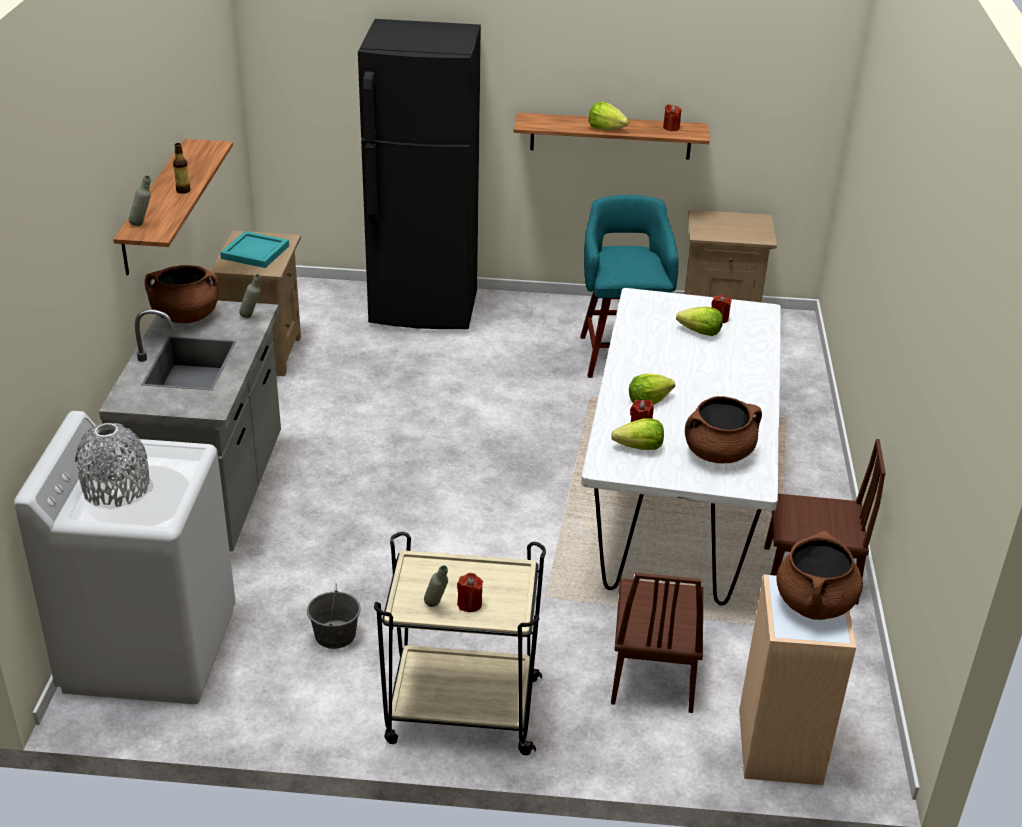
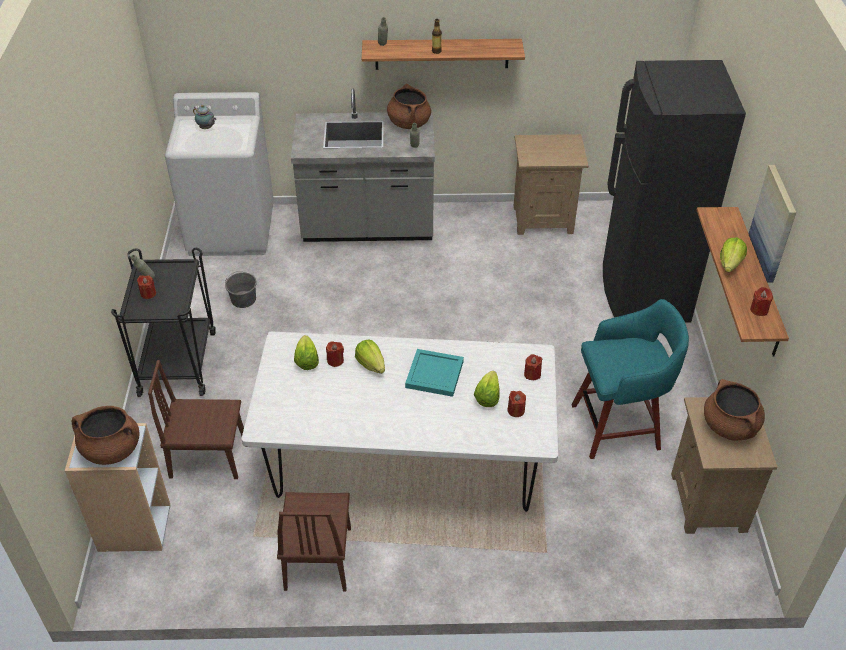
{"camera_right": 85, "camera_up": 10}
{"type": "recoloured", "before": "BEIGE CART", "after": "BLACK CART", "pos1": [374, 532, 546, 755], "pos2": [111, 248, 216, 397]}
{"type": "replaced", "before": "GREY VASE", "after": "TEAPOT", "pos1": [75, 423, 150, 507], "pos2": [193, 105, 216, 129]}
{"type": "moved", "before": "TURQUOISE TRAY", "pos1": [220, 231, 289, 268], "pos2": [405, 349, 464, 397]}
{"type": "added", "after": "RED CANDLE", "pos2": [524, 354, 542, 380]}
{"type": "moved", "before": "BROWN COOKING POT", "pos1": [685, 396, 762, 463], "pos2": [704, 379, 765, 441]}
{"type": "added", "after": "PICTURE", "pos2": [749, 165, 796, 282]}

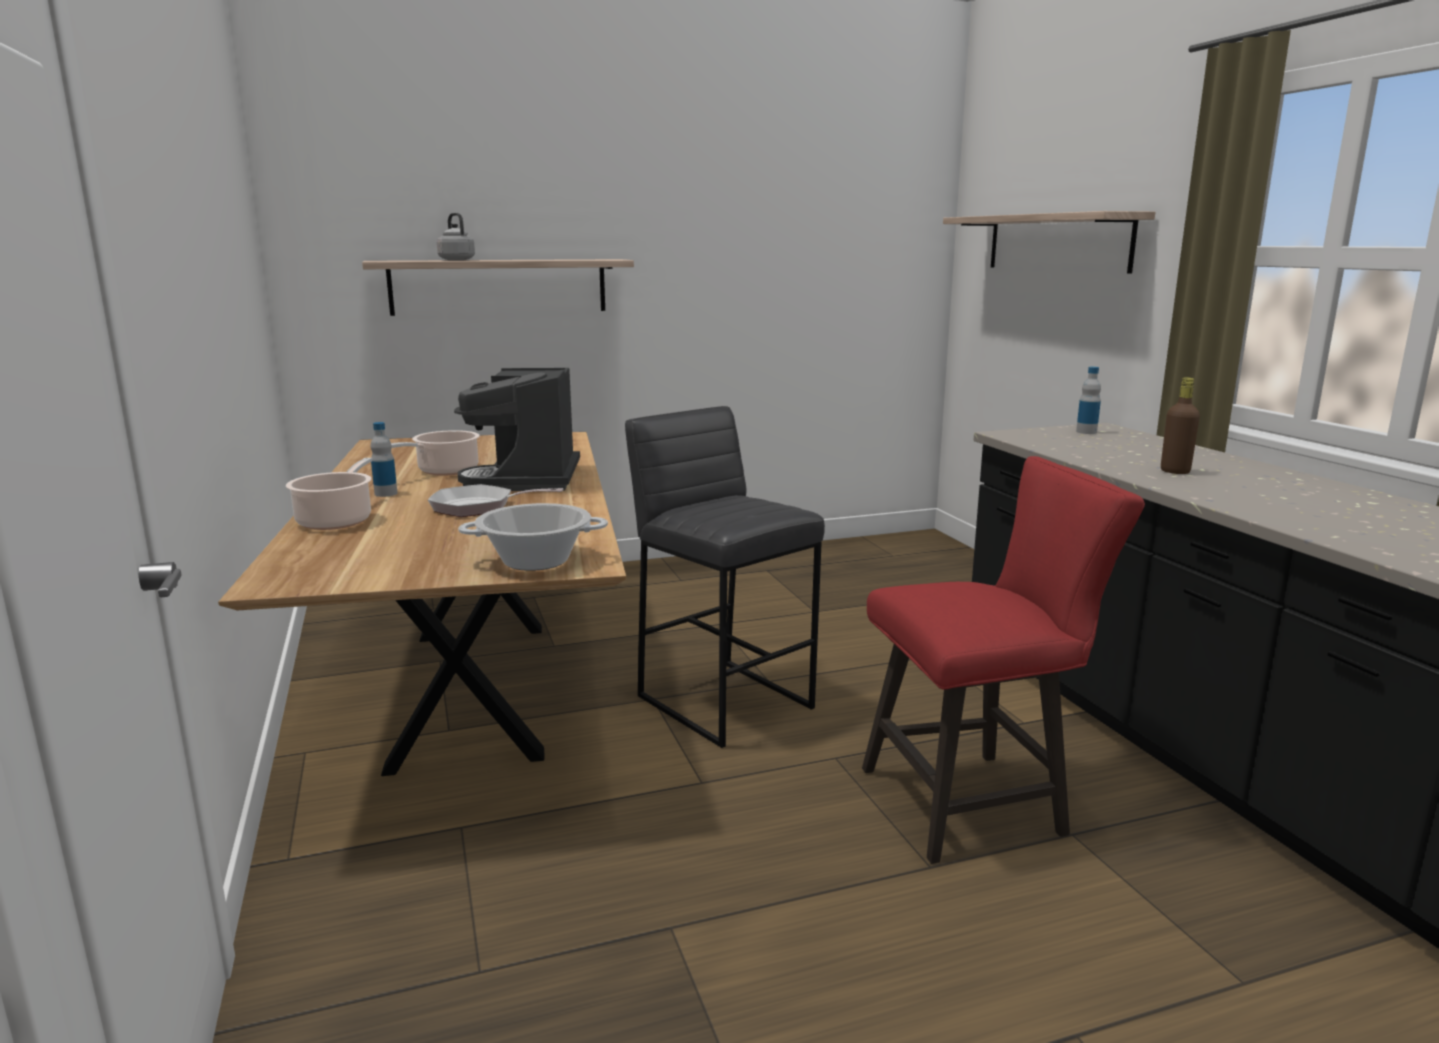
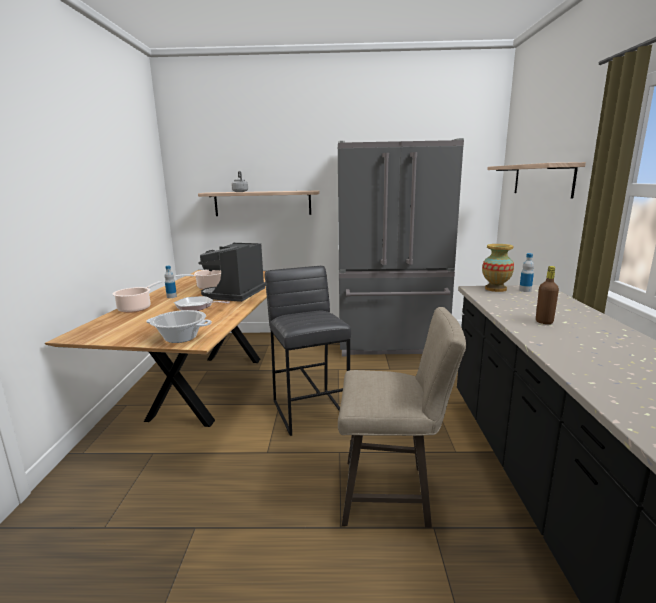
{"camera_right": 20, "camera_up": 0}
{"type": "added", "after": "GREY FRIDGE", "pos2": [338, 138, 464, 356]}
{"type": "recoloured", "before": "RED STOOL", "after": "BEIGE STOOL", "pos1": [862, 456, 1145, 864], "pos2": [338, 307, 466, 528]}
{"type": "added", "after": "VASE", "pos2": [482, 244, 514, 292]}

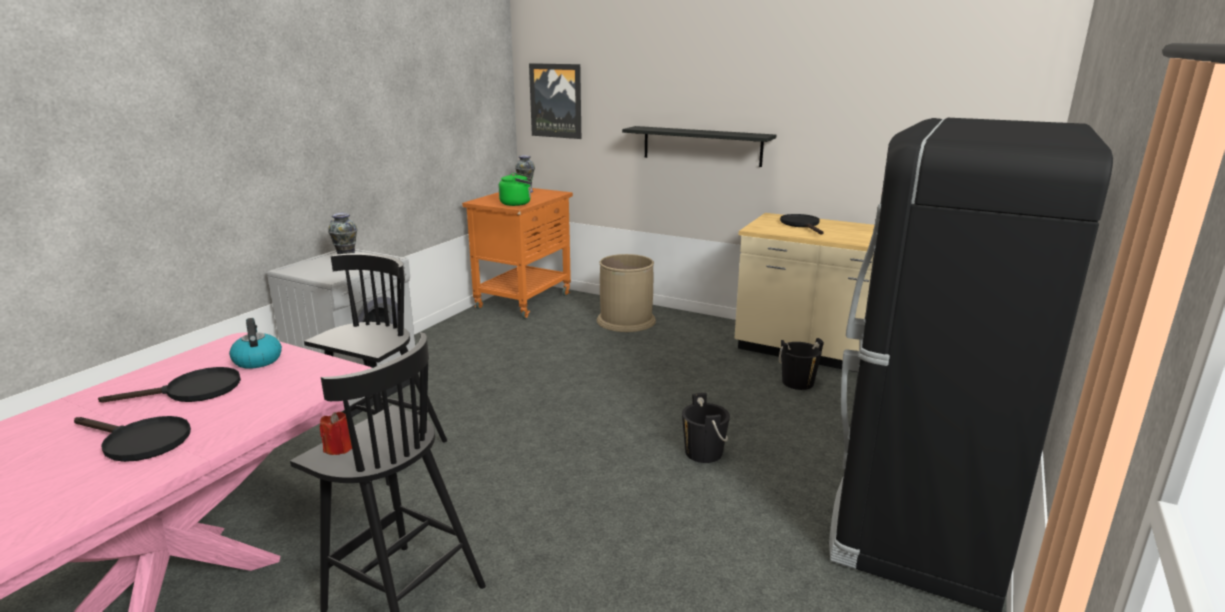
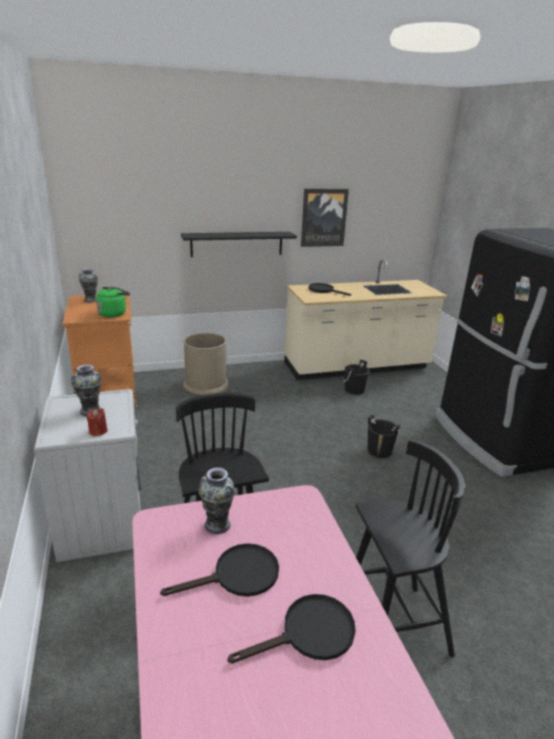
{"camera_right": -45, "camera_up": 5}
{"type": "moved", "before": "RED CANDLE", "pos1": [320, 412, 352, 455], "pos2": [87, 408, 108, 436]}
{"type": "turned", "before": "BLACK FRYING PAN", "pos1": [98, 367, 241, 403], "pos2": [160, 543, 279, 597], "turn": 45}
{"type": "replaced", "before": "KETTLE", "after": "VASE", "pos1": [229, 318, 282, 369], "pos2": [198, 468, 236, 534]}
{"type": "moved", "before": "PICTURE", "pos1": [529, 63, 581, 139], "pos2": [301, 189, 349, 247]}

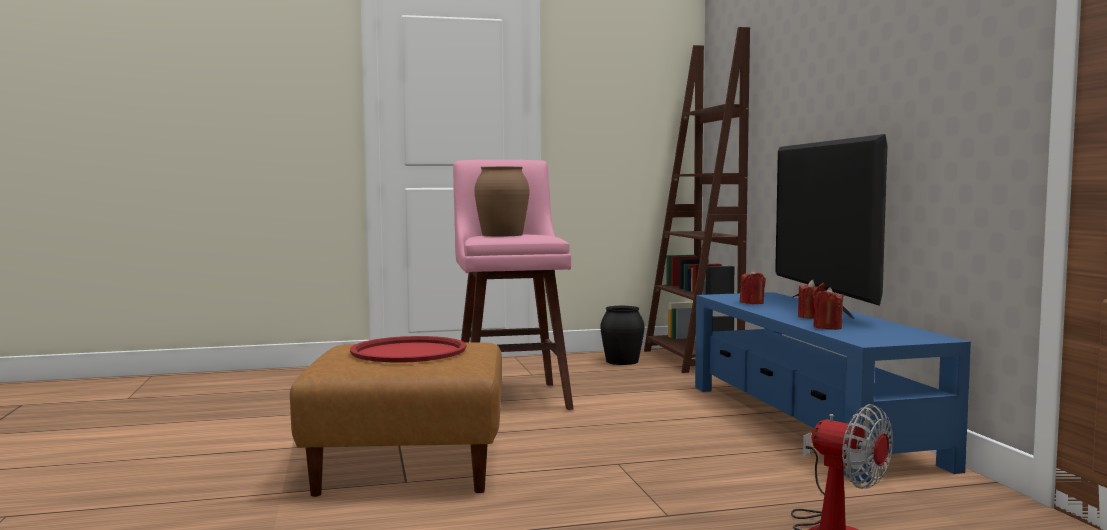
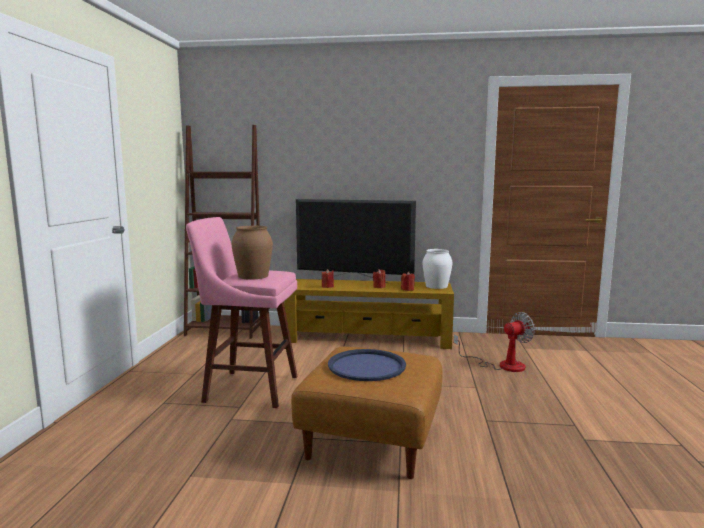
{"camera_right": -70, "camera_up": 5}
{"type": "recoloured", "before": "BLUE TV STAND", "after": "YELLOW TV STAND", "pos1": [695, 292, 971, 483], "pos2": [284, 279, 454, 349]}
{"type": "recoloured", "before": "RED TRAY", "after": "BLUE TRAY", "pos1": [350, 336, 467, 363], "pos2": [328, 349, 406, 381]}
{"type": "added", "after": "WHITE VASE", "pos2": [423, 249, 452, 289]}
{"type": "removed", "before": "BLACK VASE", "pos1": [600, 306, 644, 365]}

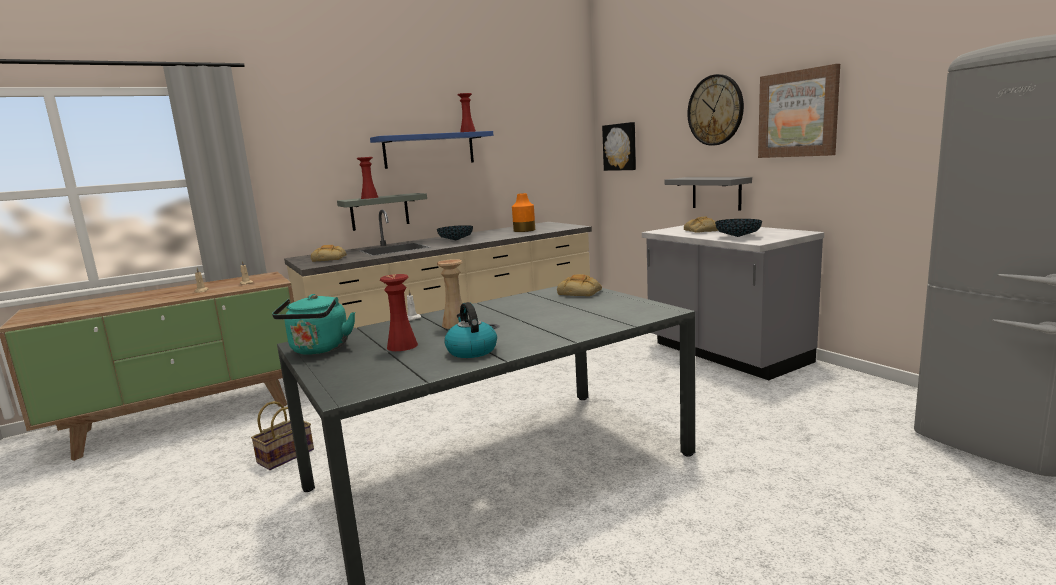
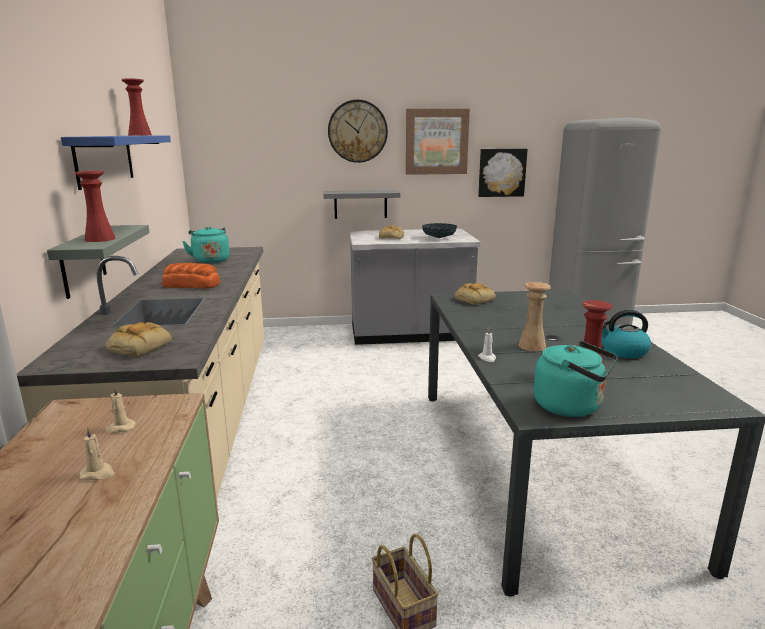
{"camera_right": -65, "camera_up": 5}
{"type": "replaced", "before": "BOWL", "after": "BREAD", "pos1": [437, 225, 473, 240], "pos2": [162, 263, 220, 289]}
{"type": "replaced", "before": "ORANGE VASE", "after": "TURQUOISE KETTLE", "pos1": [512, 193, 535, 232], "pos2": [182, 226, 230, 264]}
{"type": "moved", "before": "PICTURE", "pos1": [602, 122, 636, 171], "pos2": [478, 149, 528, 197]}

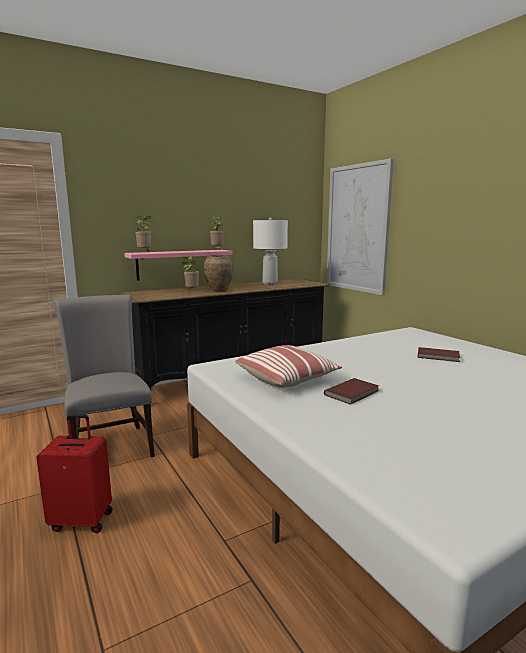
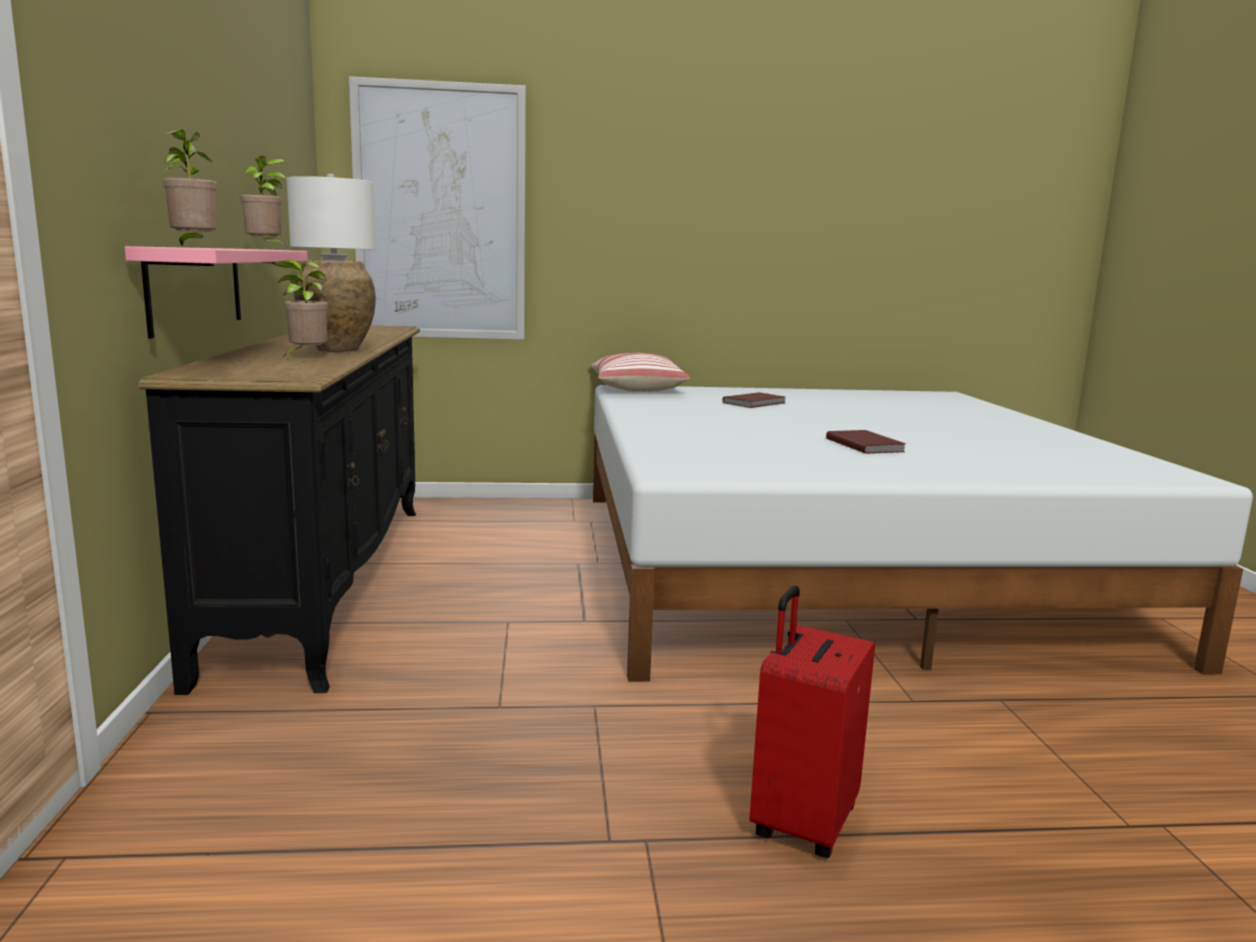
{"camera_right": -65, "camera_up": 0}
{"type": "moved", "before": "PILLOW", "pos1": [235, 345, 342, 388], "pos2": [590, 353, 691, 392]}
{"type": "removed", "before": "GREY CHAIR", "pos1": [52, 294, 155, 457]}

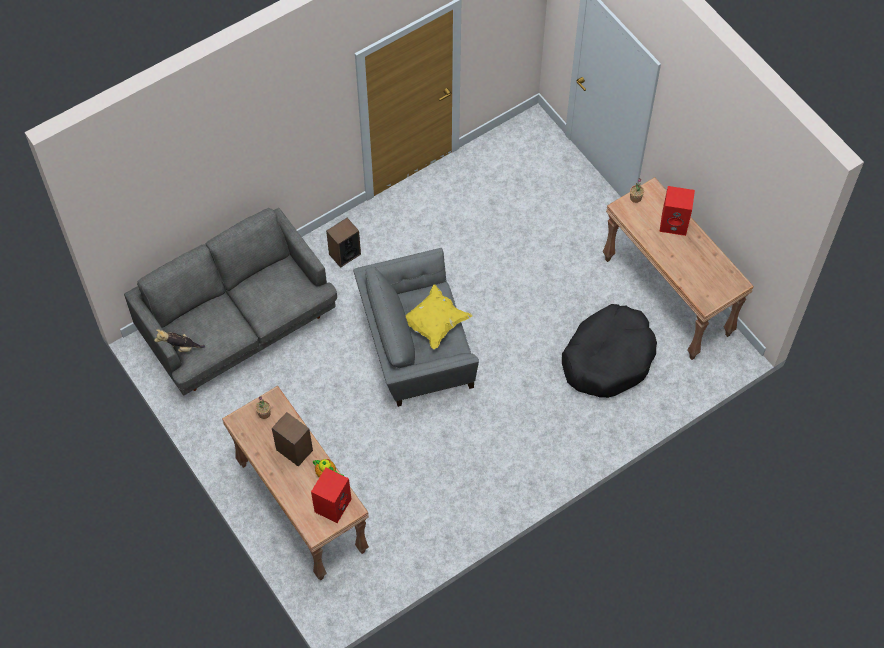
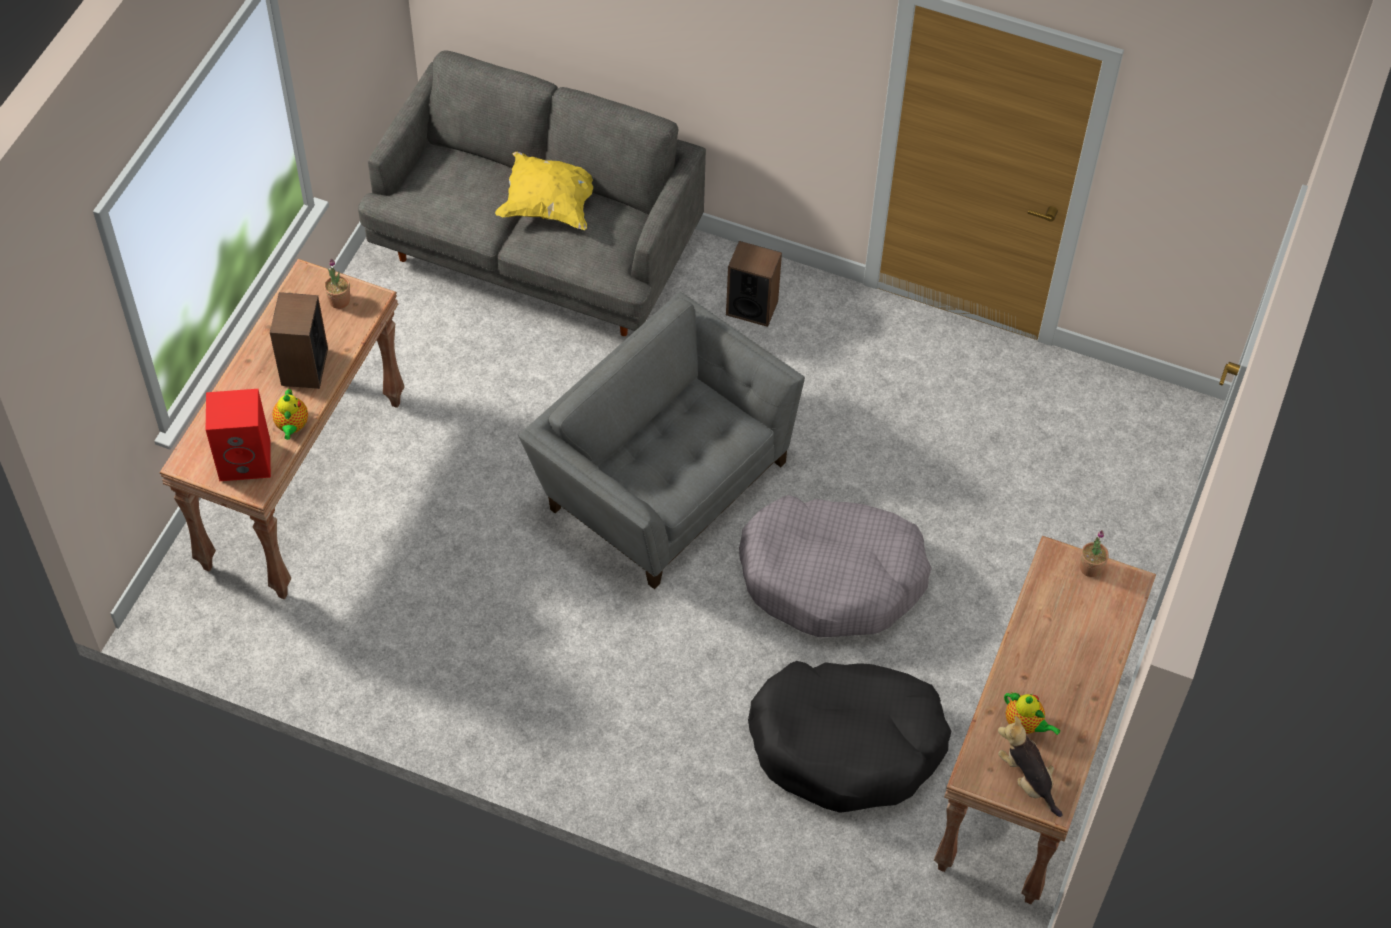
{"camera_right": 55, "camera_up": -5}
{"type": "moved", "before": "YELLOW PILLOW", "pos1": [405, 284, 472, 349], "pos2": [495, 152, 593, 230]}
{"type": "added", "after": "GREY DOG BED", "pos2": [739, 495, 932, 638]}
{"type": "moved", "before": "PLUSH TOY", "pos1": [154, 329, 205, 352], "pos2": [998, 716, 1063, 817]}
{"type": "added", "after": "TEAPOT", "pos2": [1004, 692, 1060, 735]}
{"type": "removed", "before": "RED SPEAKER", "pos1": [659, 186, 695, 236]}

